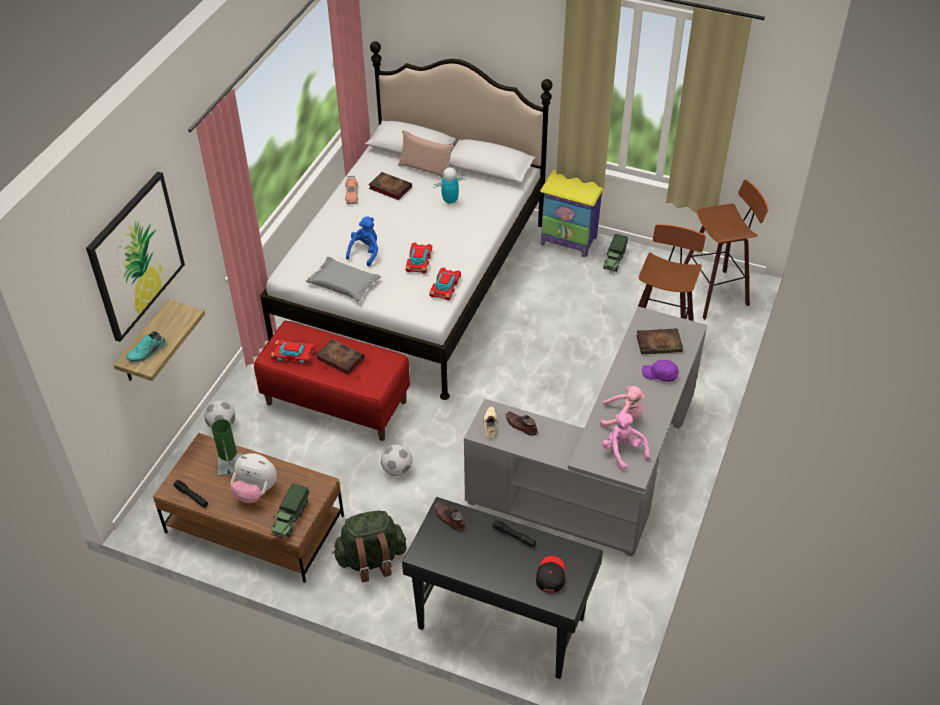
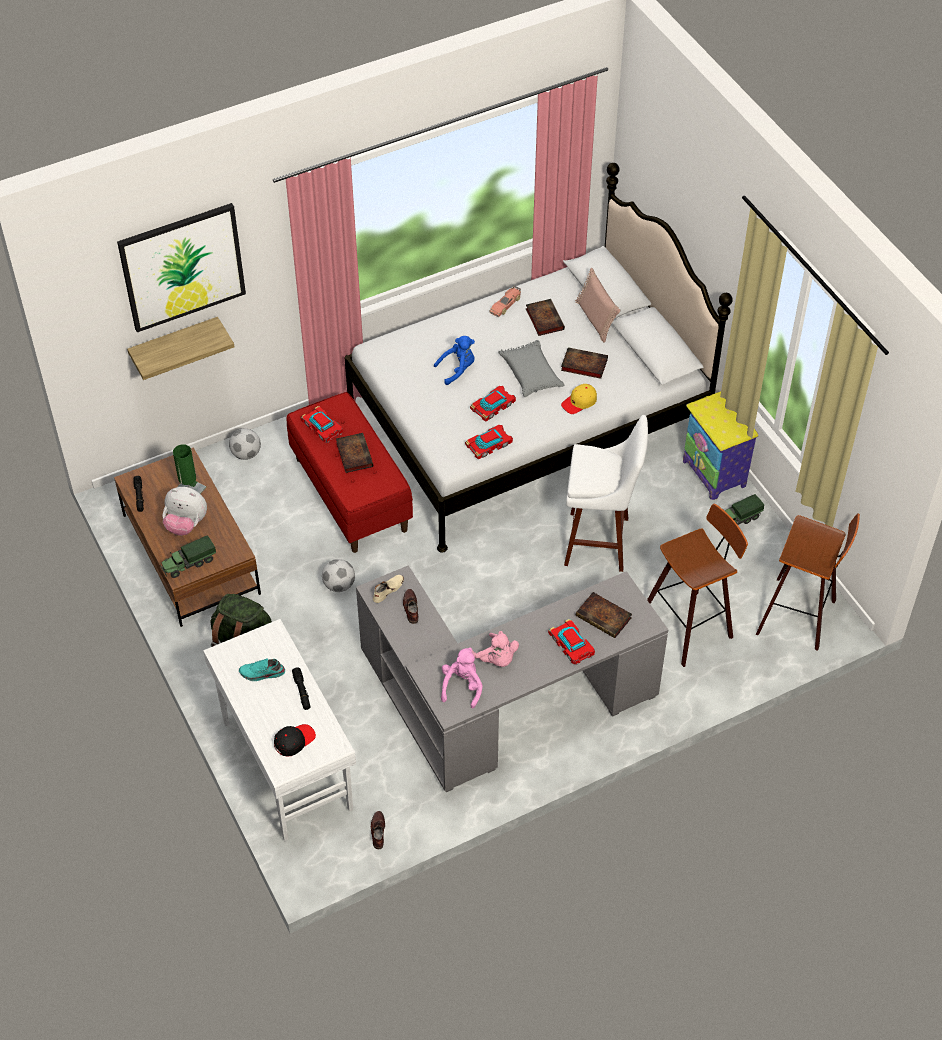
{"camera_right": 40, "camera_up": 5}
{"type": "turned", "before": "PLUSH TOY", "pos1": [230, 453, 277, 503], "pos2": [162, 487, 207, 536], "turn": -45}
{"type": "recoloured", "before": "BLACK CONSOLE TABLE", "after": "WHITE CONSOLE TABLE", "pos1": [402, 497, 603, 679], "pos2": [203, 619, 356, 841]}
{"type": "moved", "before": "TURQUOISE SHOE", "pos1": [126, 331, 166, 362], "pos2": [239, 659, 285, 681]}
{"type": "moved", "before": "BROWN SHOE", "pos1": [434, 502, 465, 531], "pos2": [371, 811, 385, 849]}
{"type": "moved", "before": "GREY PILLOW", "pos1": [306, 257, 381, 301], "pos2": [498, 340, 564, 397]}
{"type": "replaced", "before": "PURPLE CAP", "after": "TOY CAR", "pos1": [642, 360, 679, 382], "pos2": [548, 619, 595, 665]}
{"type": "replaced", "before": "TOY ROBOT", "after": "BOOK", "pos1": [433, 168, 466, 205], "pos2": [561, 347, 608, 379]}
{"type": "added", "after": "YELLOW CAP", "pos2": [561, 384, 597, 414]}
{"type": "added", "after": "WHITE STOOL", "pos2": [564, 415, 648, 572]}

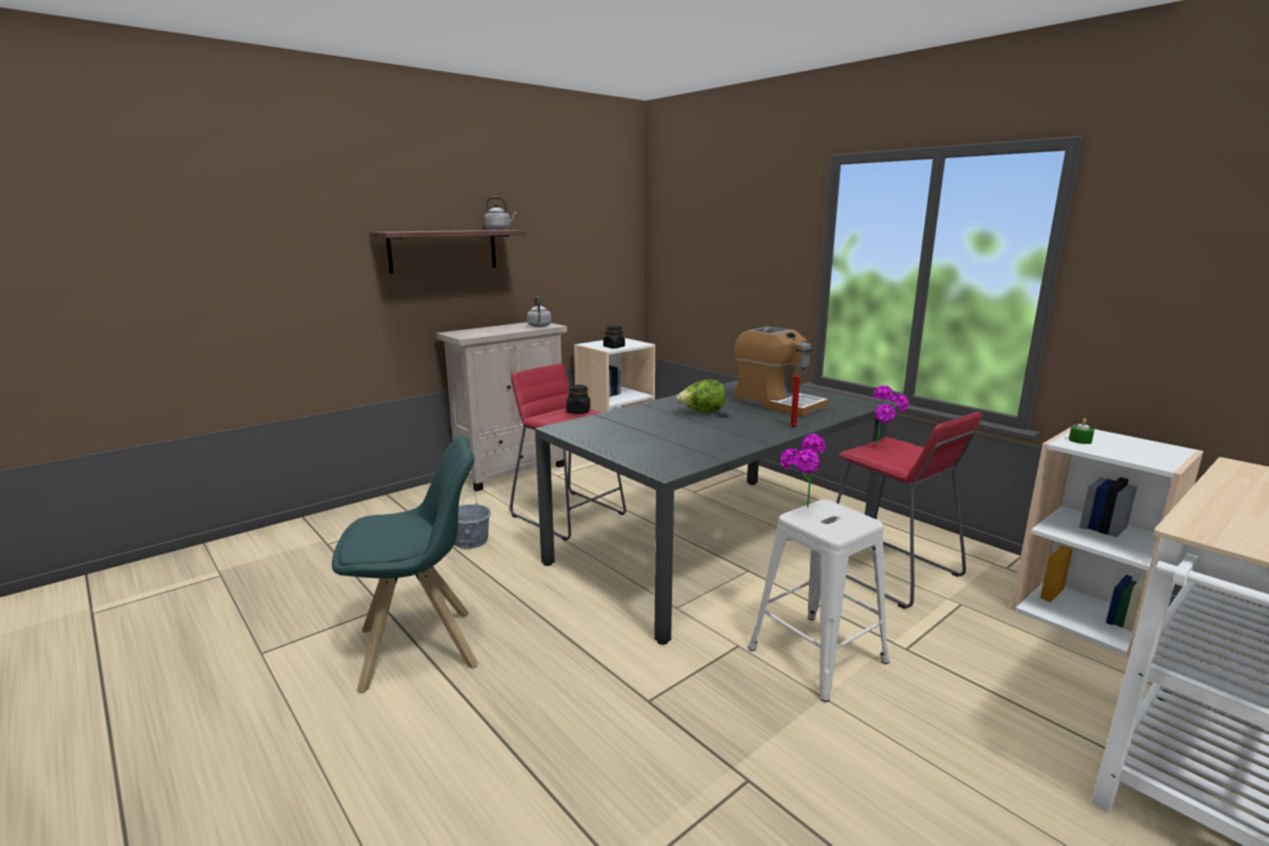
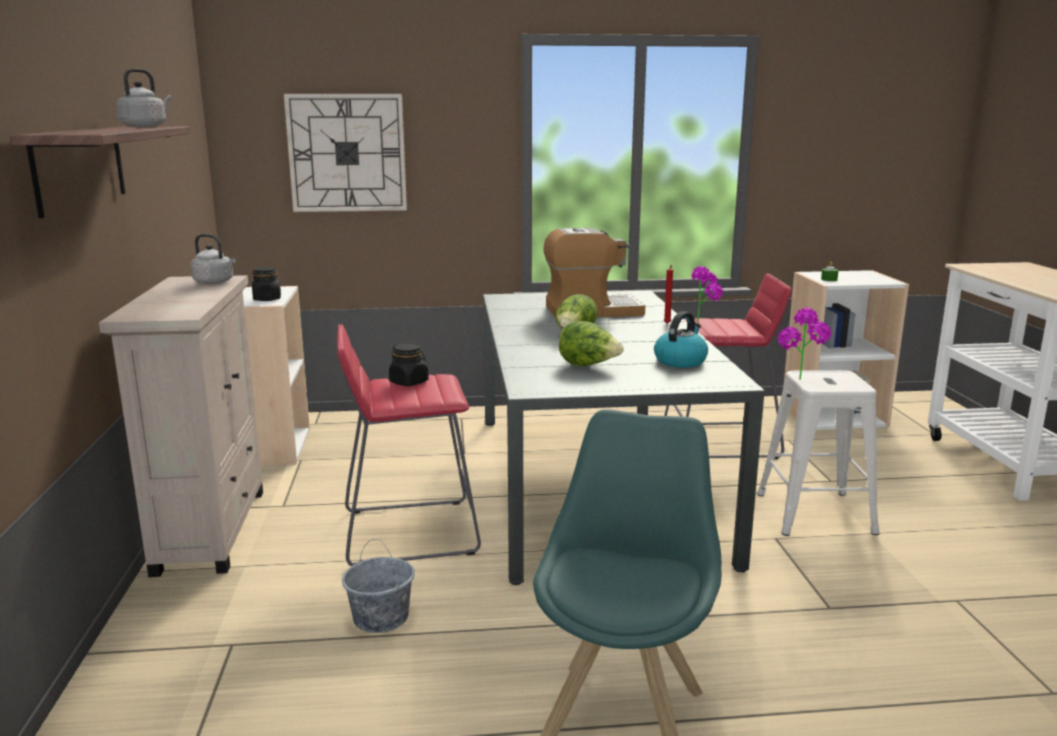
{"camera_right": -55, "camera_up": 0}
{"type": "added", "after": "WALL CLOCK", "pos2": [284, 94, 407, 212]}
{"type": "added", "after": "LETTUCE", "pos2": [559, 321, 624, 366]}
{"type": "added", "after": "KETTLE", "pos2": [654, 311, 708, 368]}

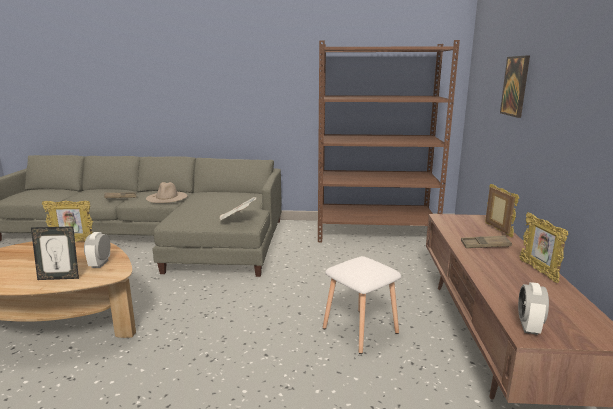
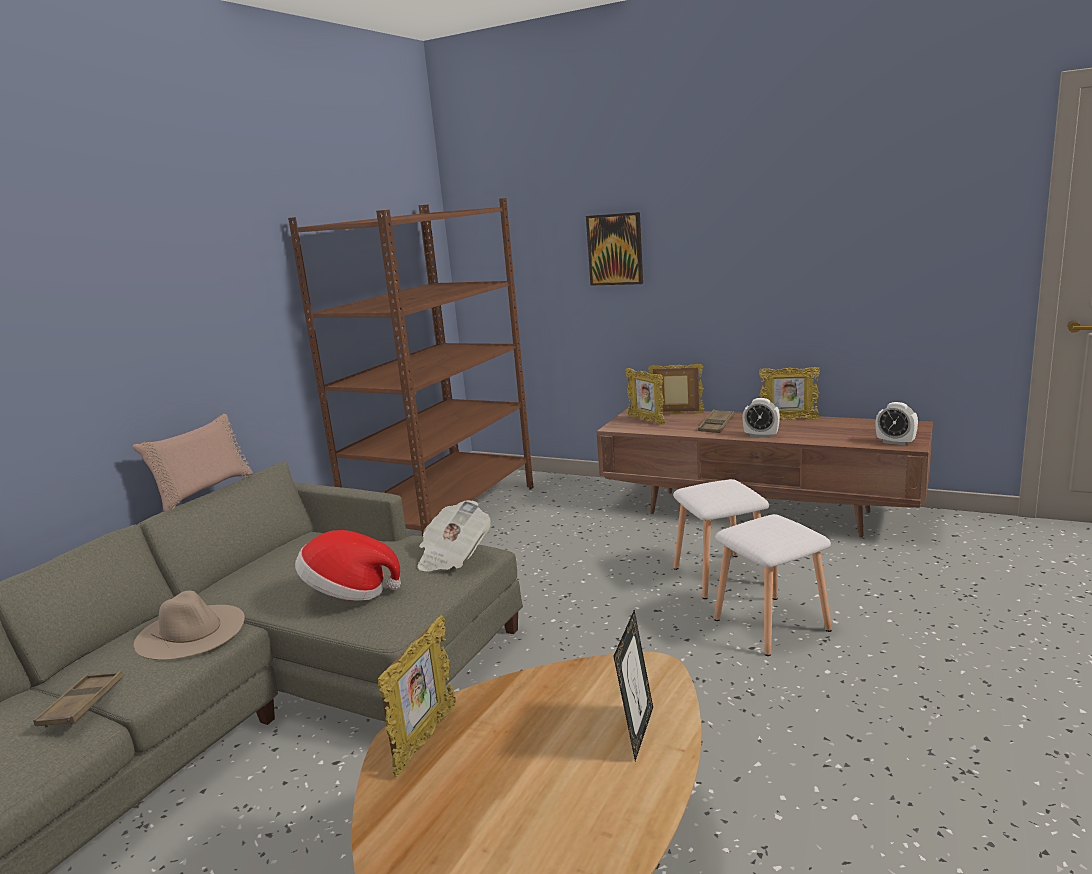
{"camera_right": -65, "camera_up": 0}
{"type": "added", "after": "BEIGE PILLOW", "pos2": [133, 414, 253, 512]}
{"type": "added", "after": "HAT", "pos2": [295, 530, 401, 601]}
{"type": "added", "after": "PICTURE FRAME", "pos2": [625, 368, 665, 425]}
{"type": "added", "after": "WHITE STOOL", "pos2": [714, 514, 832, 656]}
{"type": "moved", "before": "ALARM CLOCK", "pos1": [84, 232, 111, 268], "pos2": [743, 398, 780, 438]}

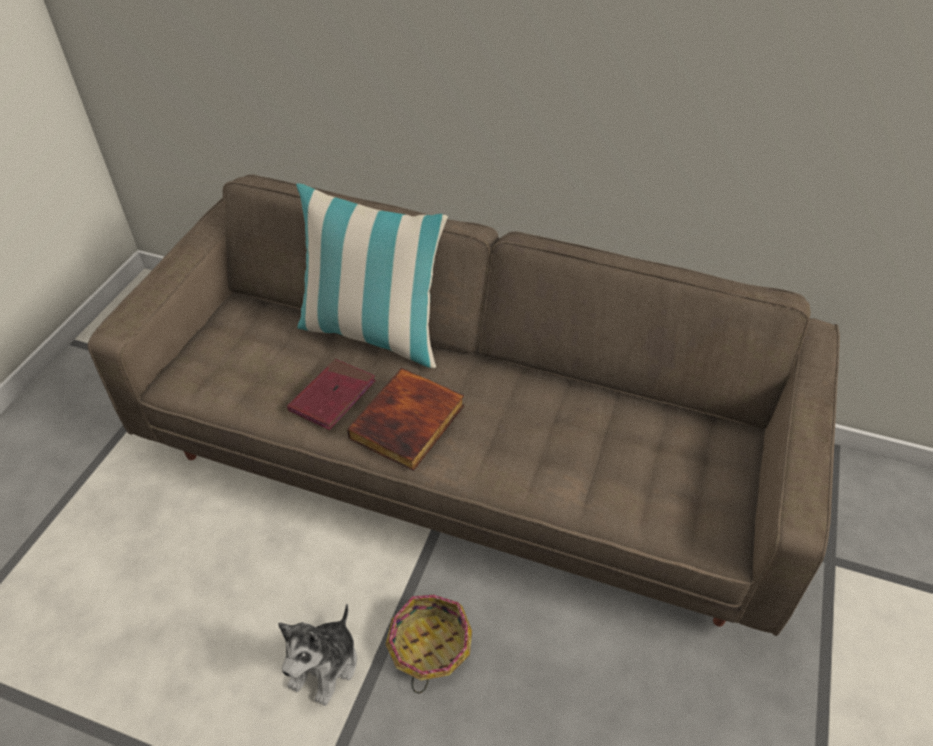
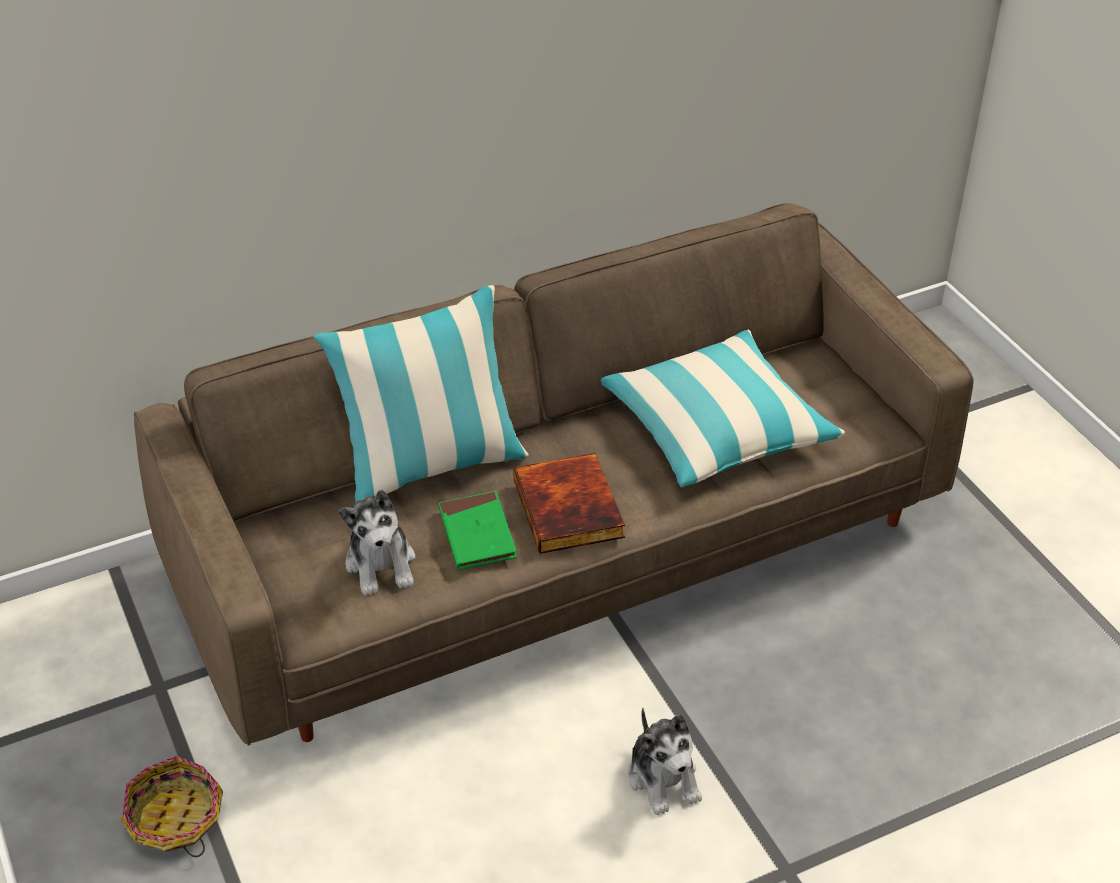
{"camera_right": -45, "camera_up": -5}
{"type": "moved", "before": "BASKET", "pos1": [385, 595, 472, 694], "pos2": [121, 756, 223, 857]}
{"type": "added", "after": "PLUSH TOY", "pos2": [339, 490, 416, 596]}
{"type": "recoloured", "before": "RED BOOK", "after": "GREEN BOOK", "pos1": [287, 359, 376, 430], "pos2": [438, 491, 517, 570]}
{"type": "added", "after": "PILLOW", "pos2": [601, 330, 845, 488]}

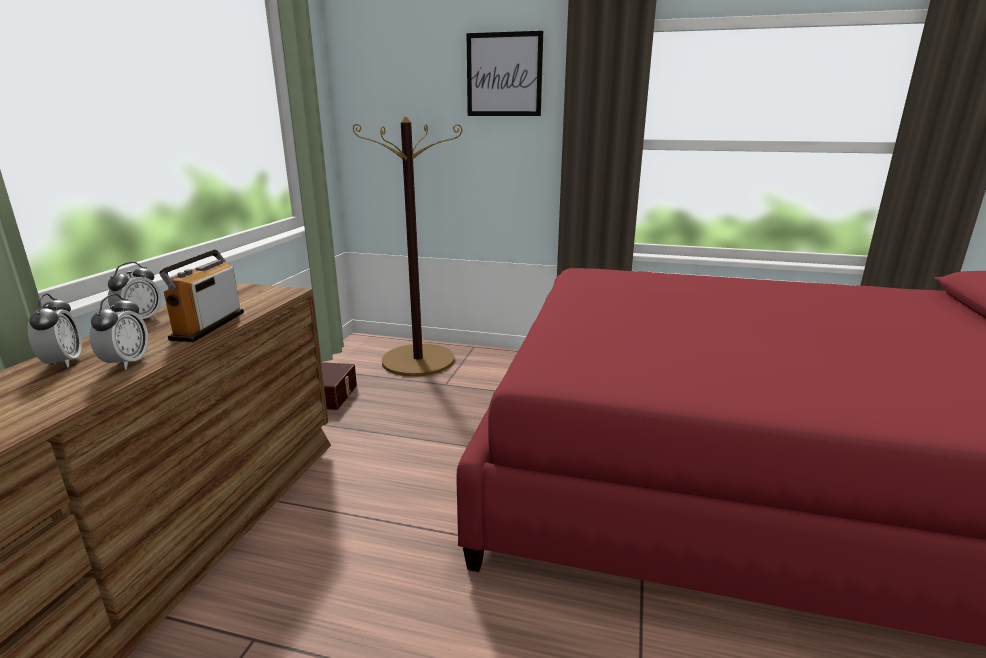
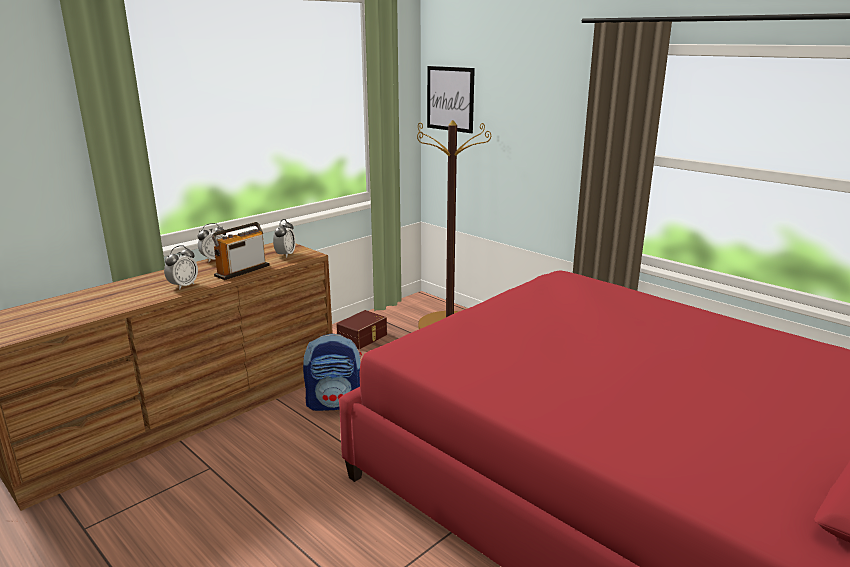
{"camera_right": 30, "camera_up": 0}
{"type": "moved", "before": "ALARM CLOCK", "pos1": [27, 294, 82, 367], "pos2": [273, 219, 296, 258]}
{"type": "added", "after": "BACKPACK", "pos2": [303, 333, 362, 411]}
{"type": "moved", "before": "PICTURE", "pos1": [467, 31, 543, 116], "pos2": [427, 66, 475, 133]}

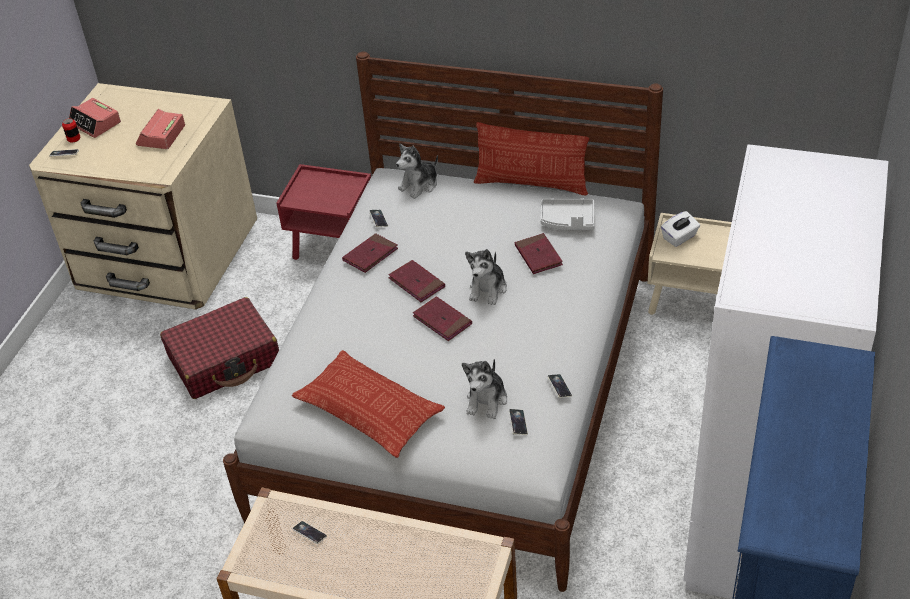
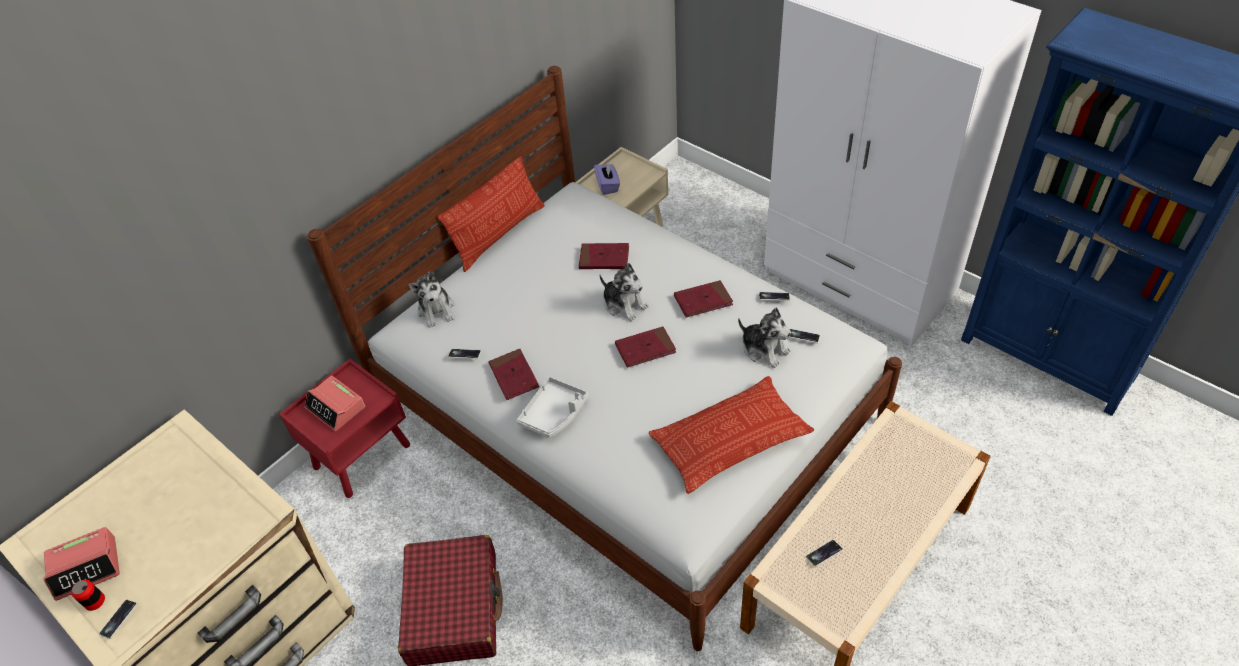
{"camera_right": -65, "camera_up": 5}
{"type": "moved", "before": "ALARM CLOCK", "pos1": [136, 109, 185, 149], "pos2": [305, 376, 365, 431]}
{"type": "moved", "before": "GREY TRAY", "pos1": [540, 198, 594, 230], "pos2": [517, 377, 588, 438]}
{"type": "recoloured", "before": "WHITE TISSUE BOX", "after": "PURPLE TISSUE BOX", "pos1": [661, 211, 700, 247], "pos2": [594, 162, 620, 195]}
{"type": "moved", "before": "RED BOOK", "pos1": [388, 260, 445, 302], "pos2": [674, 280, 733, 318]}

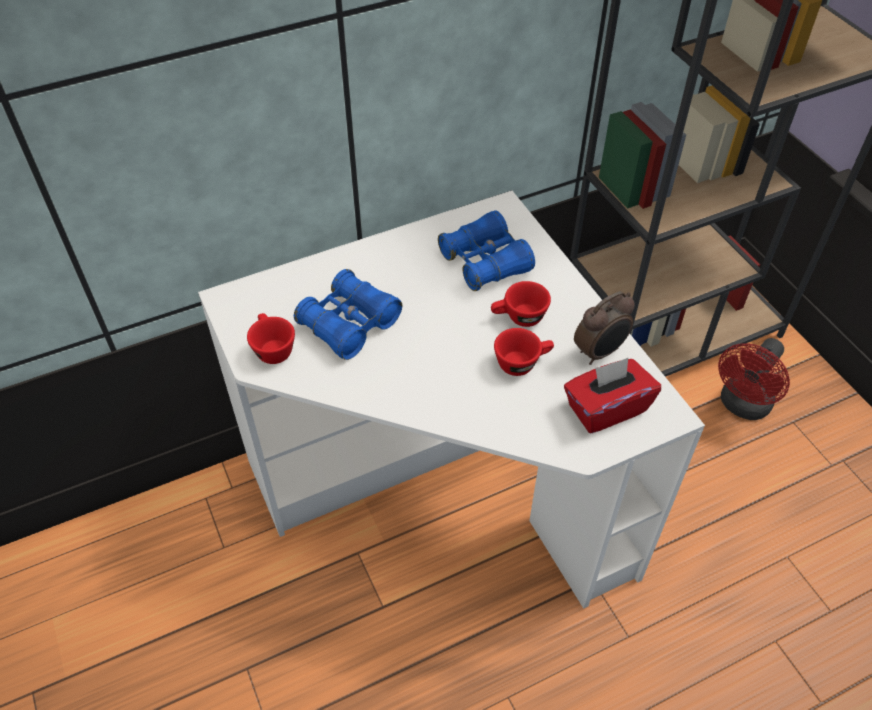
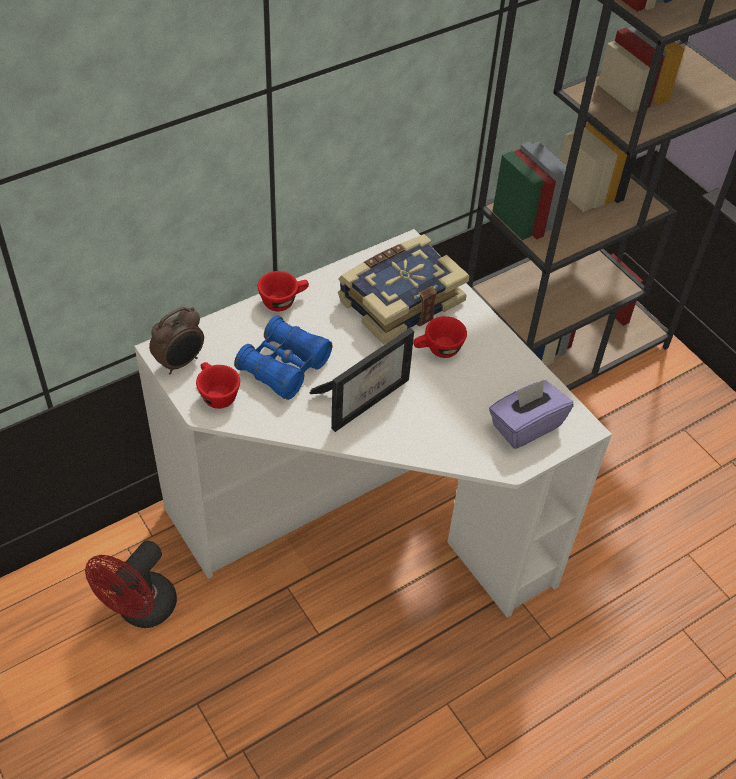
{"camera_right": -10, "camera_up": 0}
{"type": "moved", "before": "RED FAN", "pos1": [718, 338, 790, 420], "pos2": [85, 541, 177, 628]}
{"type": "moved", "before": "ALARM CLOCK", "pos1": [574, 291, 635, 365], "pos2": [149, 307, 204, 374]}
{"type": "moved", "before": "RED CUP", "pos1": [494, 328, 554, 376], "pos2": [258, 271, 309, 311]}
{"type": "added", "after": "PICTURE FRAME", "pos2": [310, 328, 414, 432]}
{"type": "replaced", "before": "BLUE BINOCULARS", "after": "BOOK", "pos1": [438, 210, 535, 291], "pos2": [338, 234, 470, 345]}
{"type": "recoloured", "before": "RED TISSUE BOX", "after": "PURPLE TISSUE BOX", "pos1": [564, 358, 661, 433], "pos2": [489, 380, 574, 449]}

